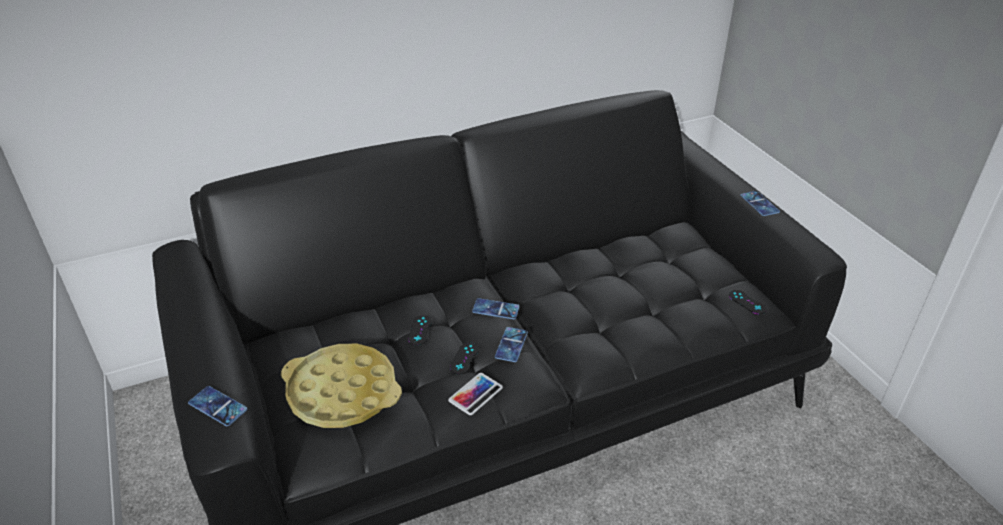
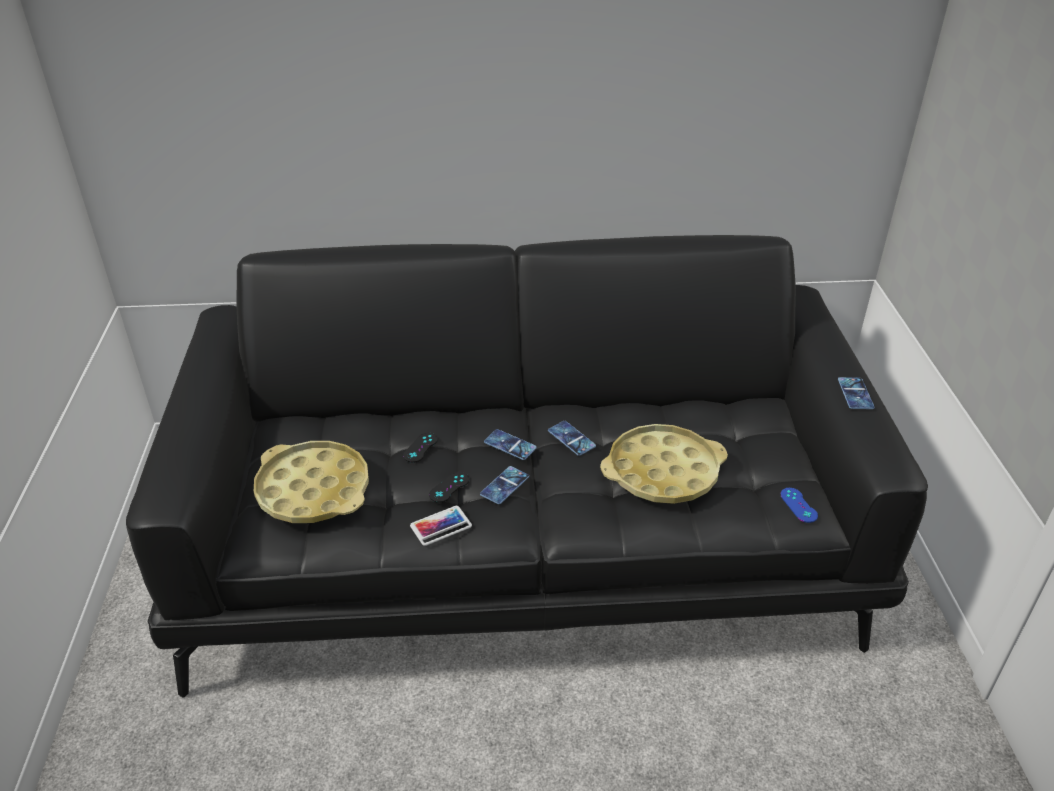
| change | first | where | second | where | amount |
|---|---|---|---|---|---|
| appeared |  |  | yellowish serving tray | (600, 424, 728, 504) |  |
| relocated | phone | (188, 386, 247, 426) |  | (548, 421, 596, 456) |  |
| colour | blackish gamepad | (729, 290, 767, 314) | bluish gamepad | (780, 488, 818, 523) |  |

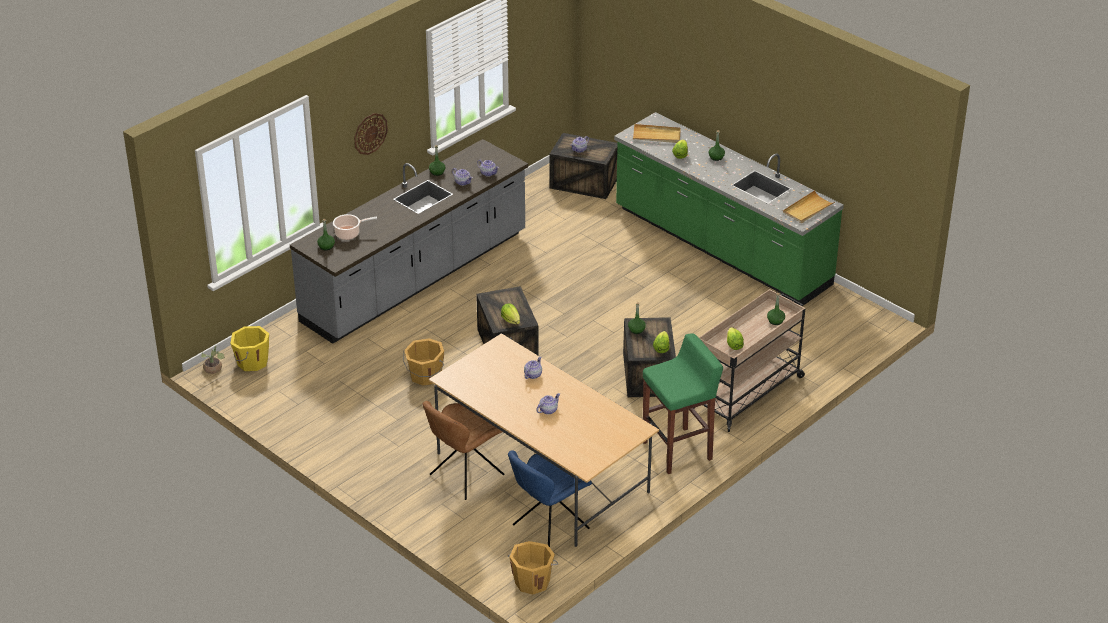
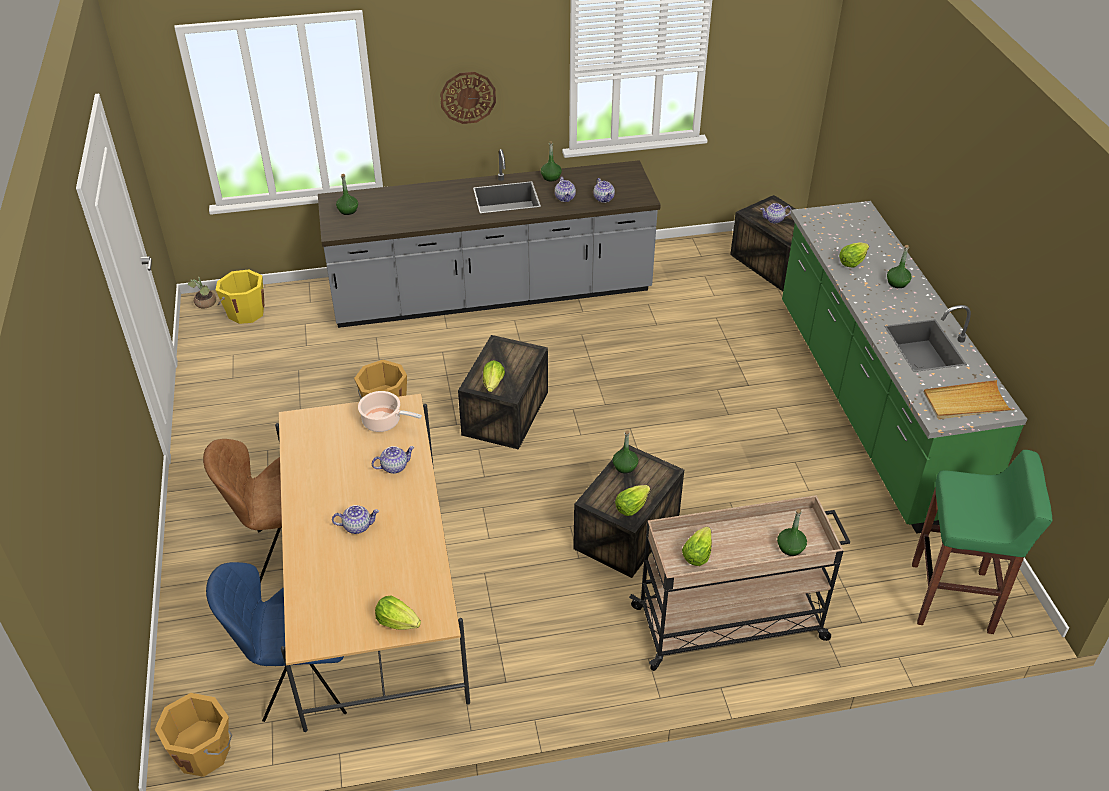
| change | first | where | second | where | amount |
|---|---|---|---|---|---|
| missing | beige-coloured serving tray | (633, 124, 681, 143) |  |  |  |
| appeared |  |  | head of lettuce | (375, 595, 421, 630) |  |
| relocated | cooking pot | (333, 214, 377, 240) |  | (358, 391, 422, 432) |  |
| relocated | green stool | (643, 333, 723, 474) |  | (912, 450, 1052, 634) |  |

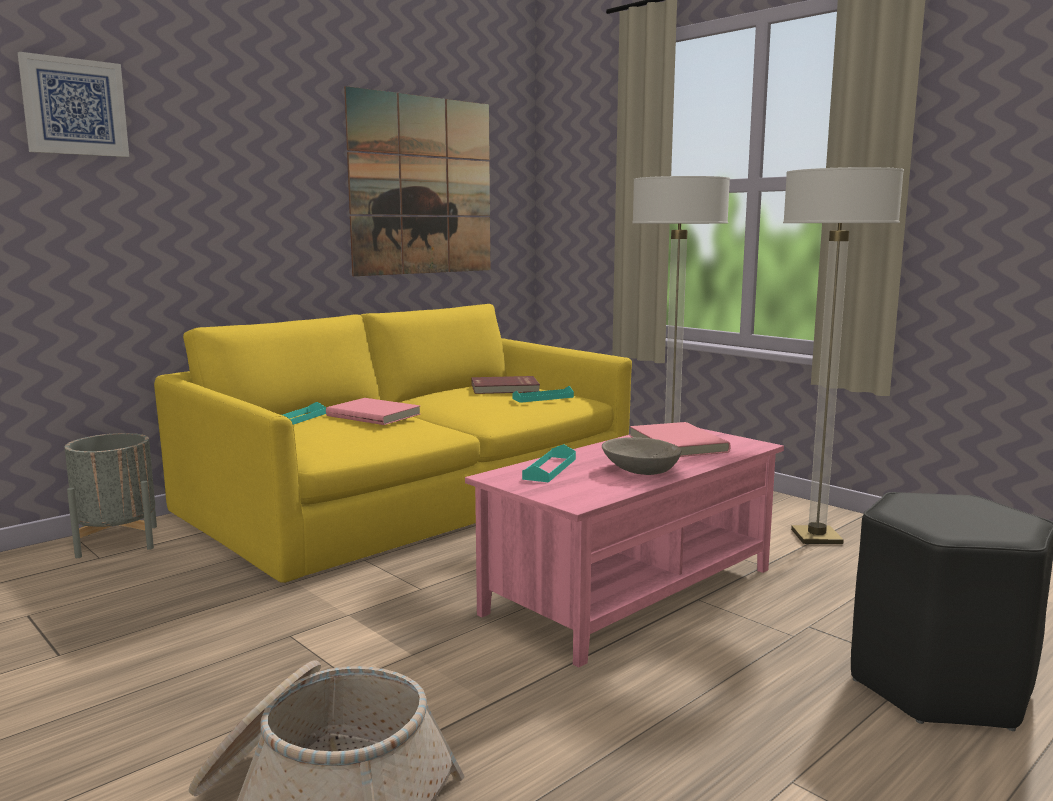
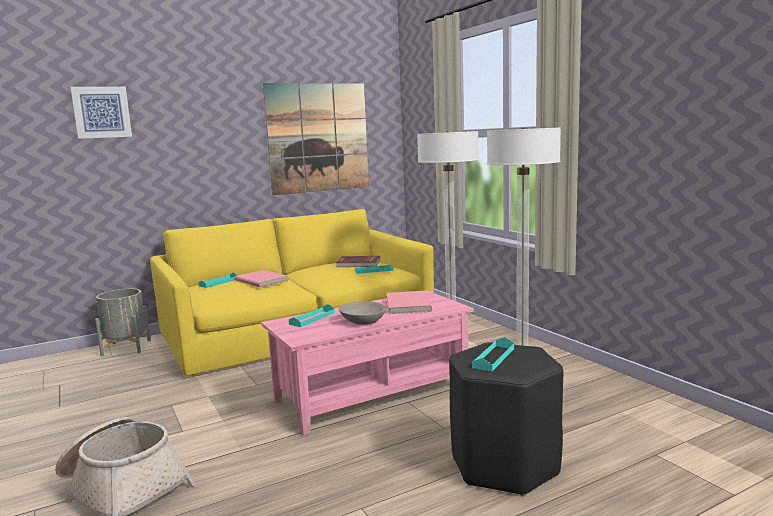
| change | first | where | second | where | amount |
|---|---|---|---|---|---|
| appeared |  |  | turquoise-coloured serving tray | (472, 337, 514, 371) |  |

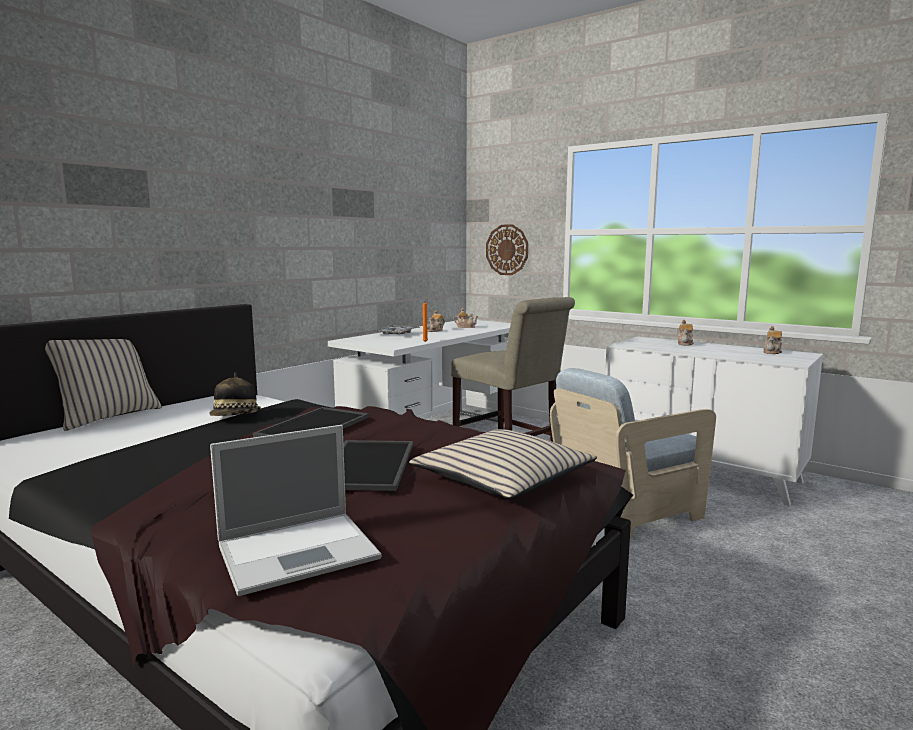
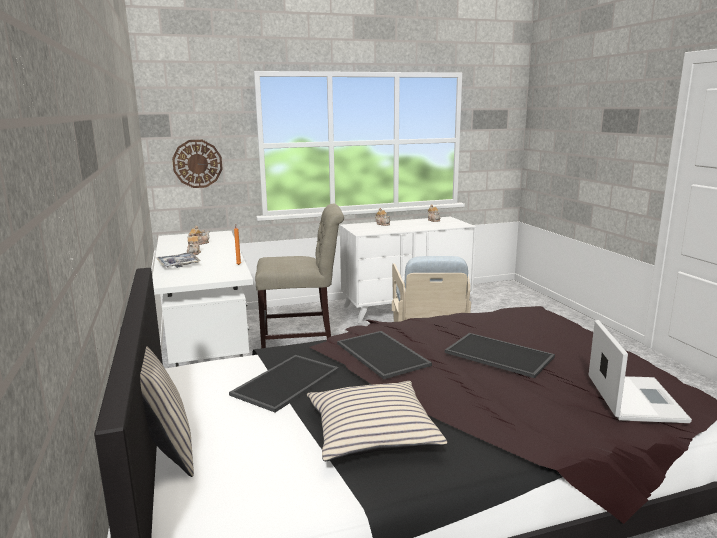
| change | first | where | second | where | amount |
|---|---|---|---|---|---|
| relocated | beige-coloured cushion | (409, 429, 597, 499) |  | (307, 381, 447, 461) |  |
| exchanged | wearable hat | (209, 372, 261, 416) | serving tray | (229, 355, 339, 413) |  |

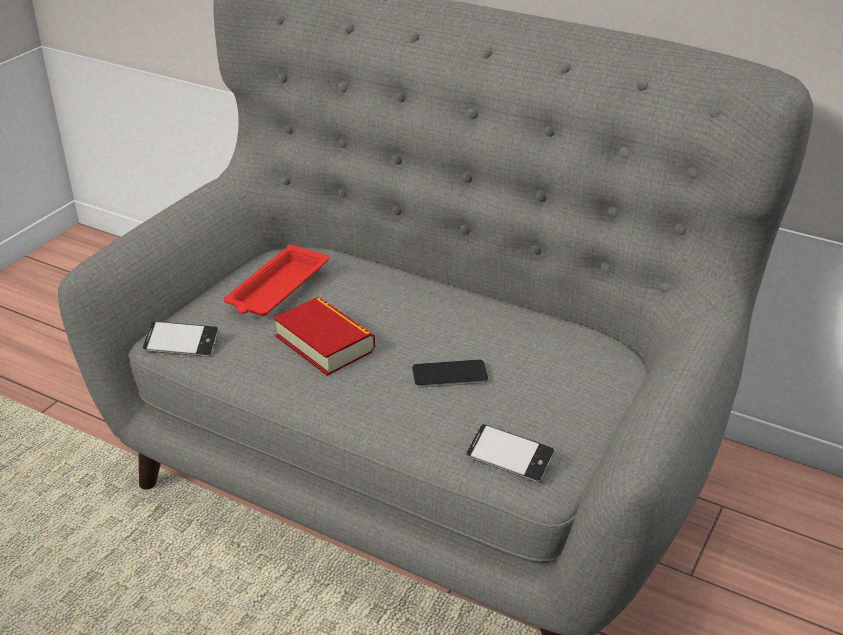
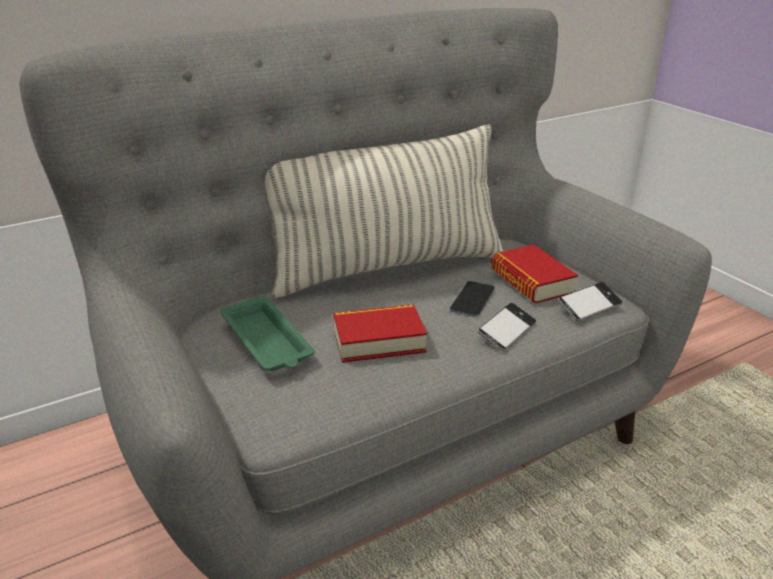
| change | first | where | second | where | amount |
|---|---|---|---|---|---|
| appeared |  |  | cushion | (264, 125, 503, 298) |  |
| appeared |  |  | volume | (491, 244, 578, 303) |  |
| relocated | phone | (143, 321, 219, 357) |  | (477, 303, 536, 351) |  |
| colour | red-coloured serving tray | (224, 244, 329, 316) | green serving tray | (220, 296, 315, 371) |  |

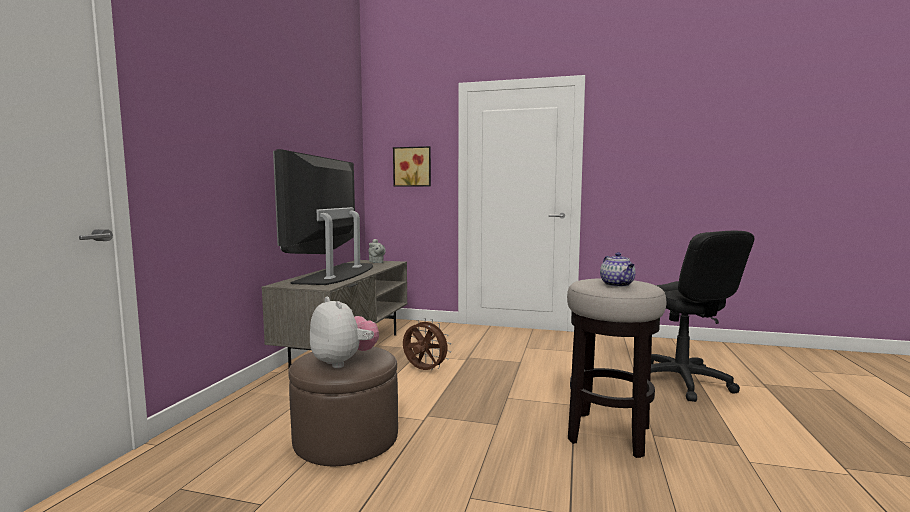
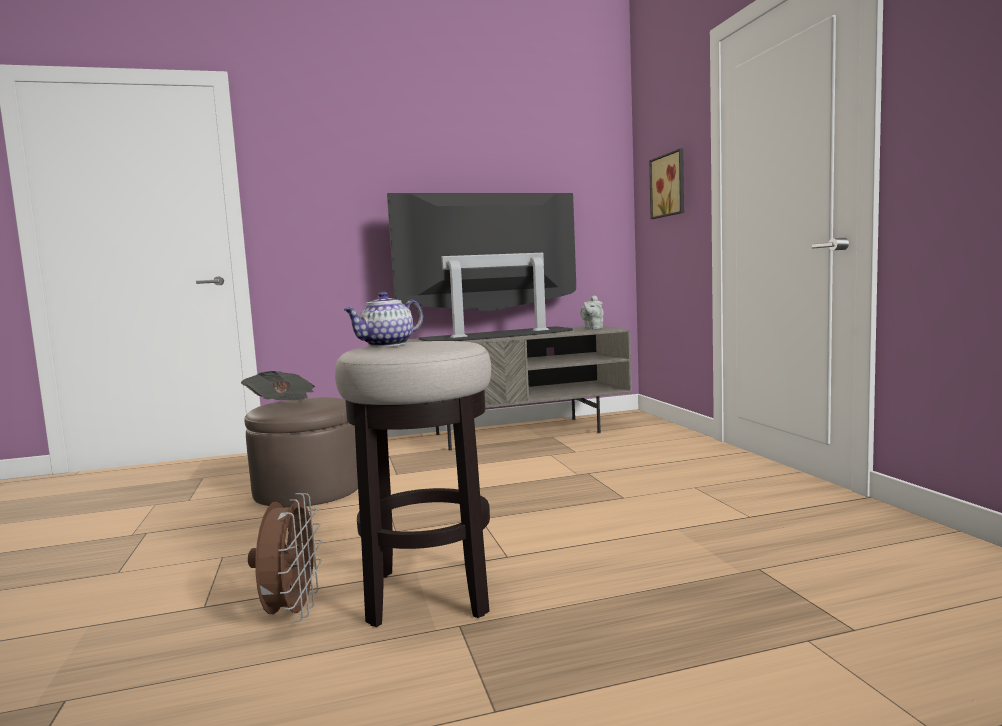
| change | first | where | second | where | amount |
|---|---|---|---|---|---|
| missing | blackish computer chair | (651, 231, 754, 402) |  |  |  |
| relocated | brown cooling fan | (403, 318, 451, 370) |  | (248, 493, 322, 622) |  |
| exchanged | plush toy | (310, 297, 379, 368) | printed paper | (241, 371, 314, 400) |  |

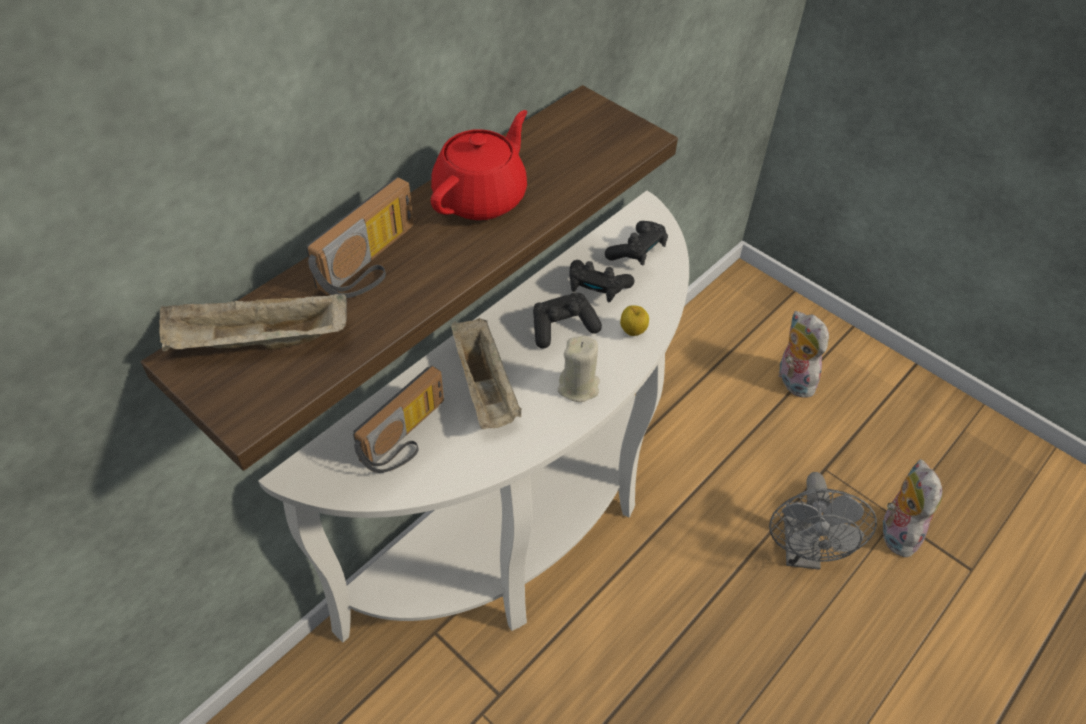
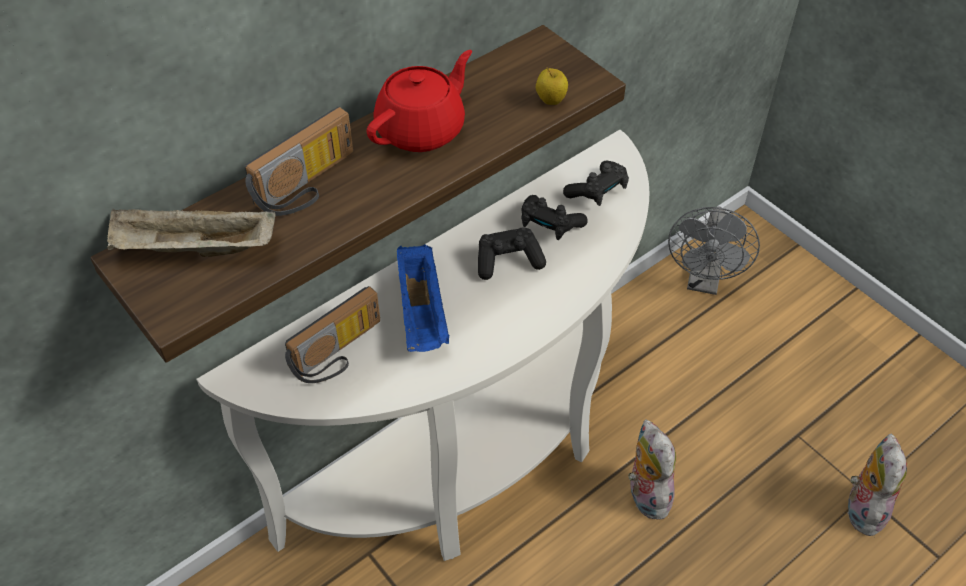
| change | first | where | second | where | amount |
|---|---|---|---|---|---|
| missing | beige-coloured wax candle | (558, 336, 600, 402) |  |  |  |
| relocated | apple | (620, 305, 649, 336) |  | (536, 67, 568, 105) |  |
| relocated | grey cooling fan | (769, 472, 877, 570) |  | (668, 207, 760, 295) |  |
| relocated | plush toy | (779, 311, 829, 398) |  | (628, 419, 676, 520) |  |
| colour | beige-coloured serving tray | (451, 318, 522, 429) | bluish serving tray | (397, 244, 449, 352) |  |

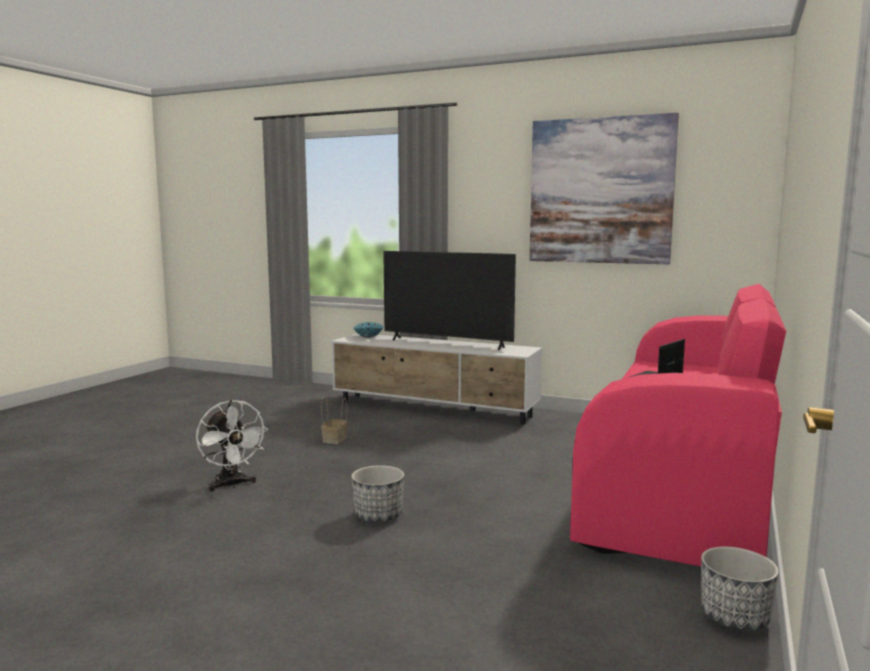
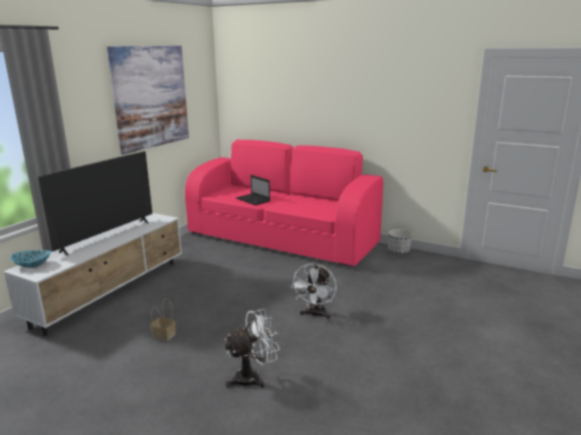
| change | first | where | second | where | amount |
|---|---|---|---|---|---|
| exchanged | planter | (352, 465, 404, 523) | white cooling fan | (291, 264, 337, 319) |  |

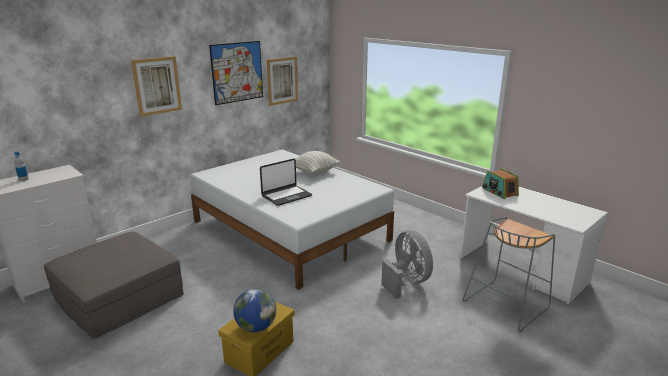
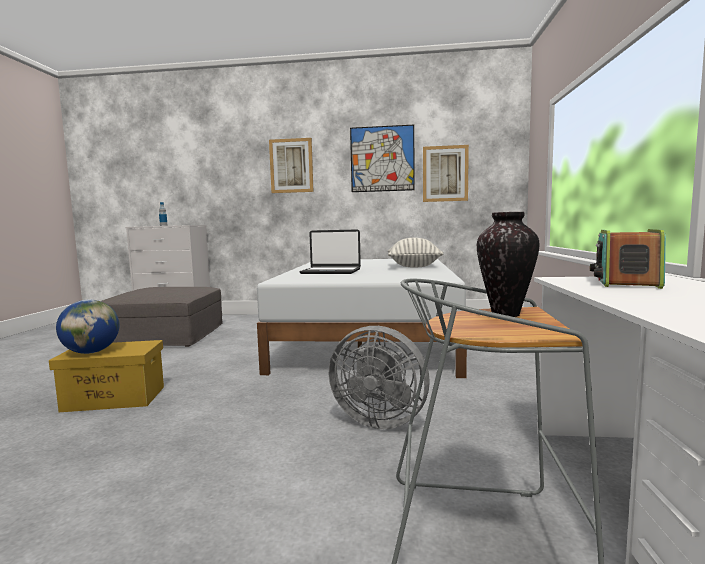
| change | first | where | second | where | amount |
|---|---|---|---|---|---|
| appeared |  |  | decorative vase | (477, 212, 540, 317) |  |
| spun | grey cooling fan | (381, 230, 433, 299) |  | (329, 326, 430, 429) | 90 degrees clockwise |

